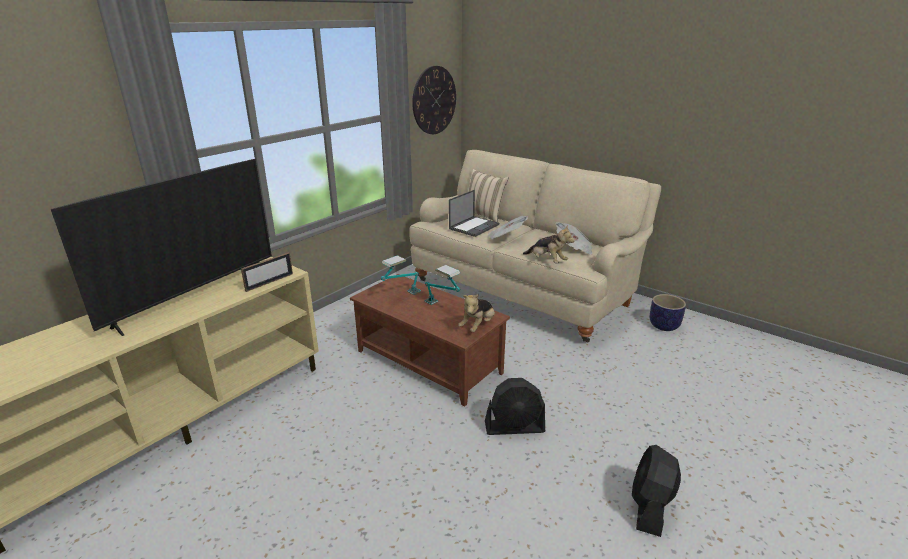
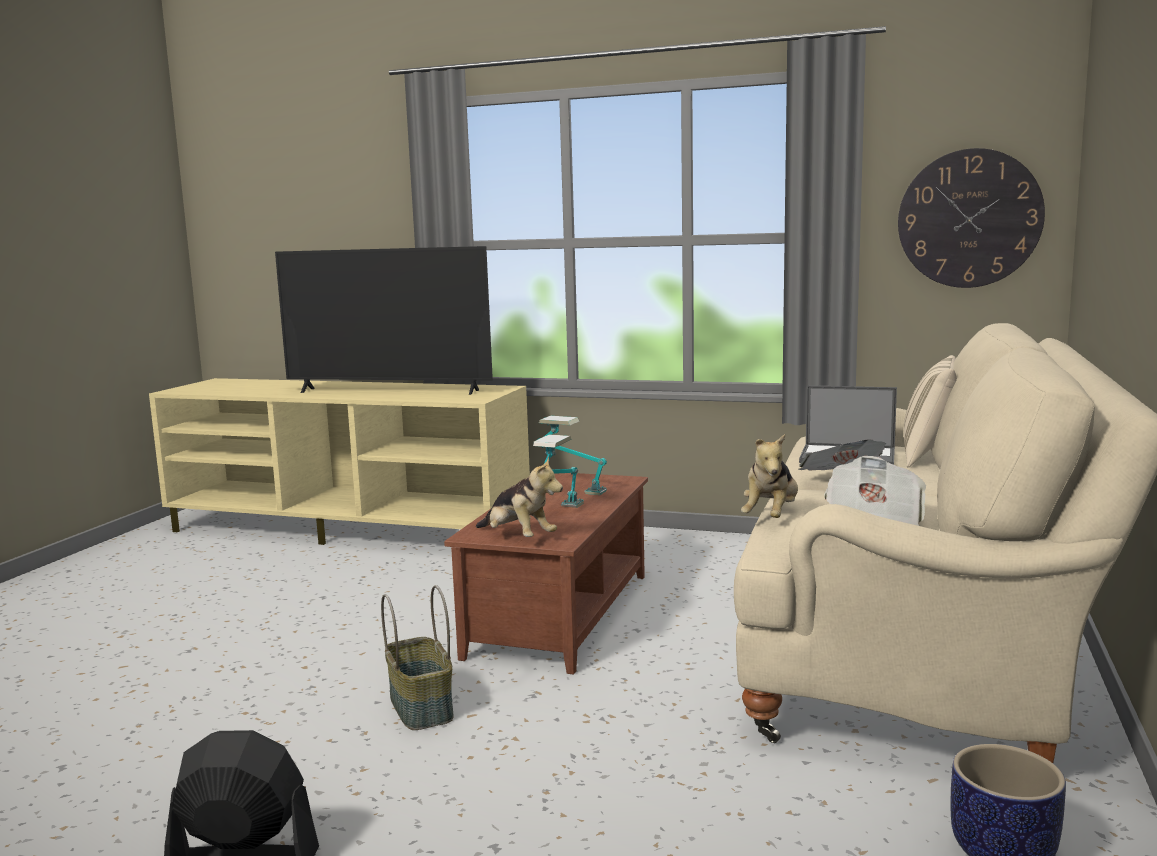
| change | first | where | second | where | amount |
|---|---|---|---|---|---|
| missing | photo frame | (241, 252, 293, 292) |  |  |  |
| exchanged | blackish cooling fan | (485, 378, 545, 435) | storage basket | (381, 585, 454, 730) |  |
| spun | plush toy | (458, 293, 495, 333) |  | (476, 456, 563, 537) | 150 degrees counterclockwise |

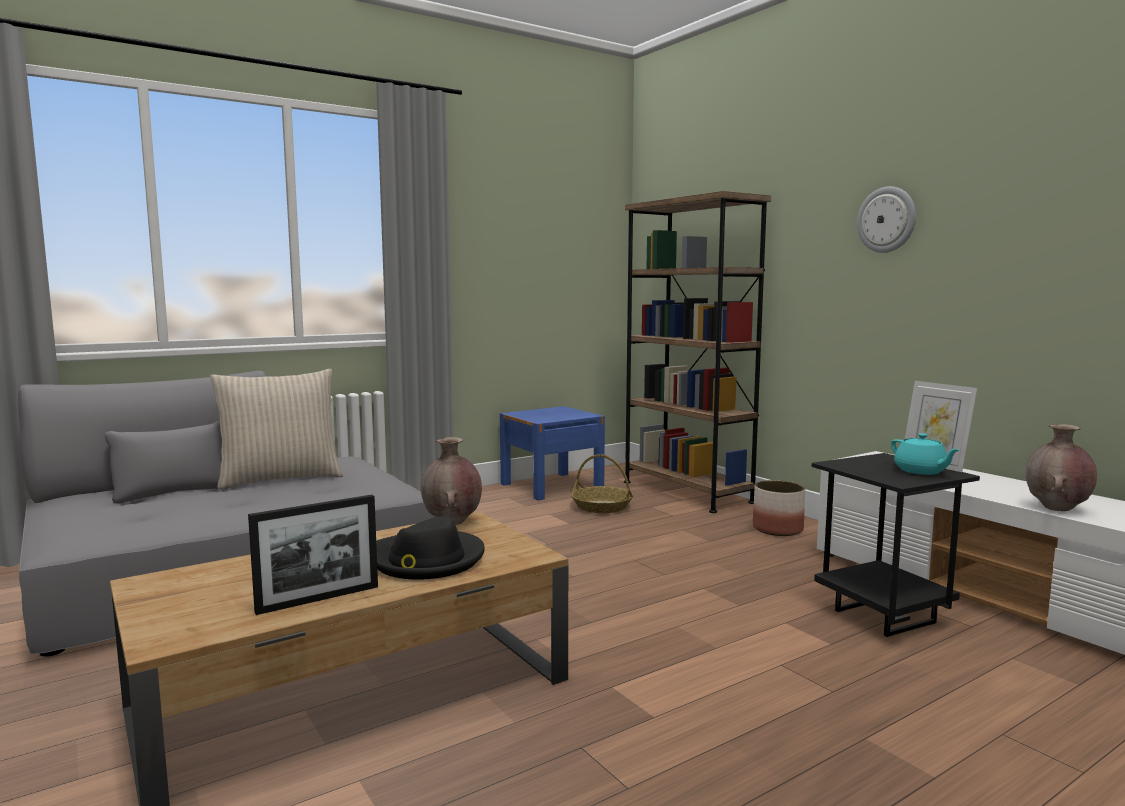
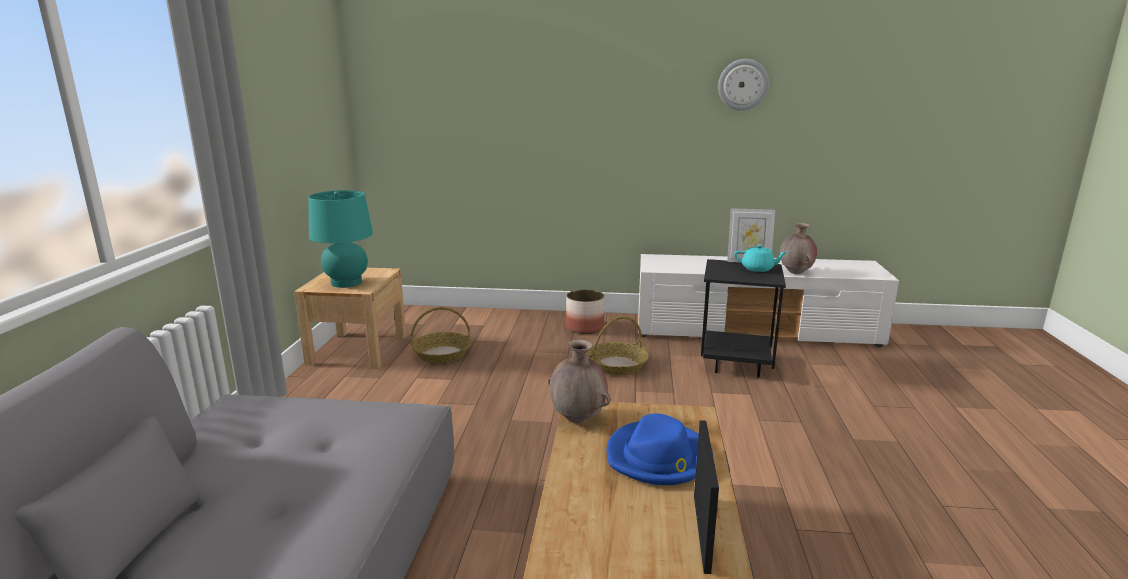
| change | first | where | second | where | amount |
|---|---|---|---|---|---|
| missing | beige-coloured cushion | (210, 369, 343, 489) |  |  |  |
| missing | brown shelving unit | (624, 191, 771, 513) |  |  |  |
| appeared |  |  | turquoise-coloured tabletop lamp | (309, 190, 373, 288) |  |
| appeared |  |  | storage basket | (588, 316, 649, 375) |  |
| relocated | clock on the wall | (857, 186, 916, 253) |  | (718, 59, 769, 111) |  |
| colour | blackish wearable hat | (376, 516, 485, 580) | bluish wearable hat | (607, 414, 713, 485) |  |
| colour | bluish bedside table | (500, 406, 605, 500) | beige-coloured bedside table | (294, 268, 406, 369) |  |

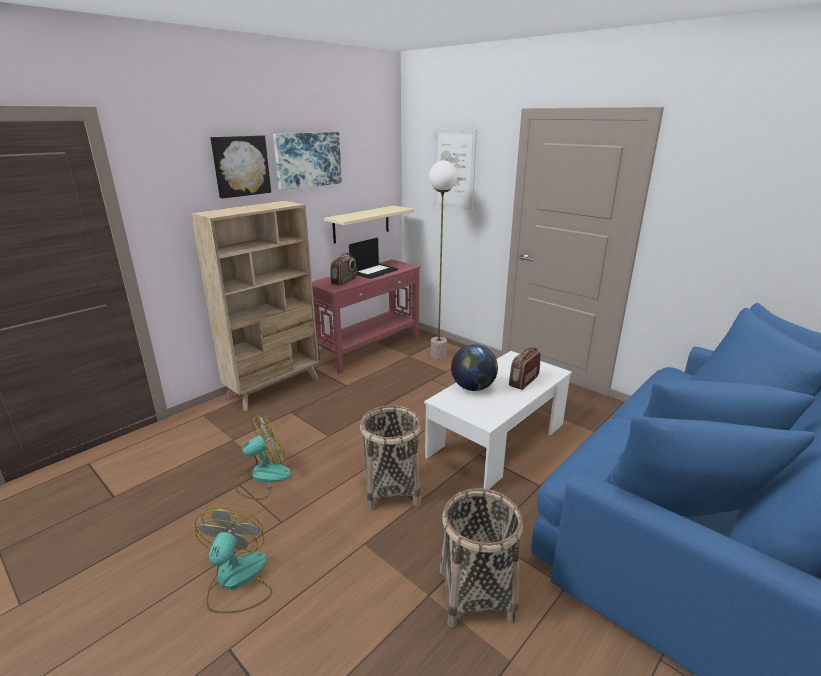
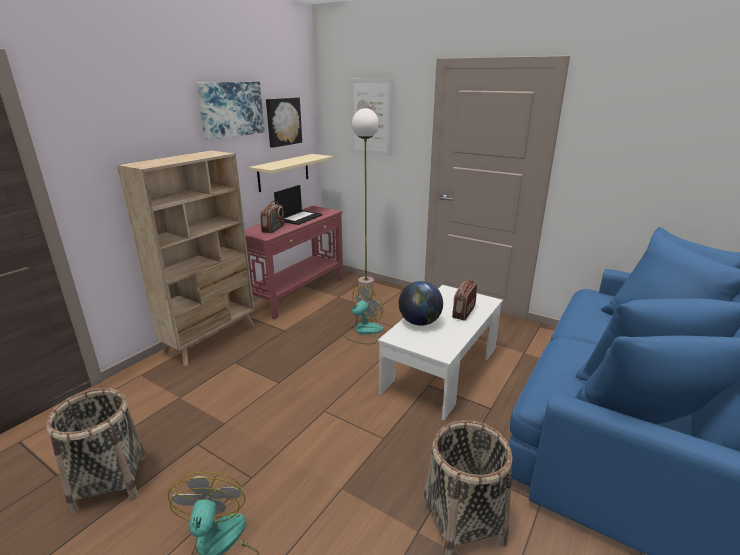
| change | first | where | second | where | amount |
|---|---|---|---|---|---|
| relocated | picture | (210, 135, 271, 198) |  | (266, 97, 302, 148) |  |
| relocated | cooling fan | (232, 415, 292, 500) |  | (344, 286, 384, 344) |  |
| relocated | storage basket | (360, 405, 421, 510) |  | (46, 388, 147, 514) |  |

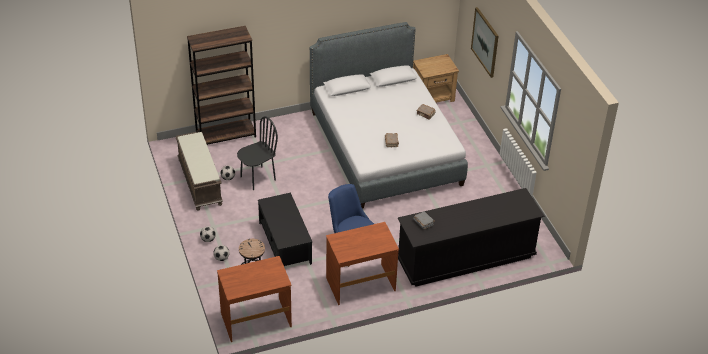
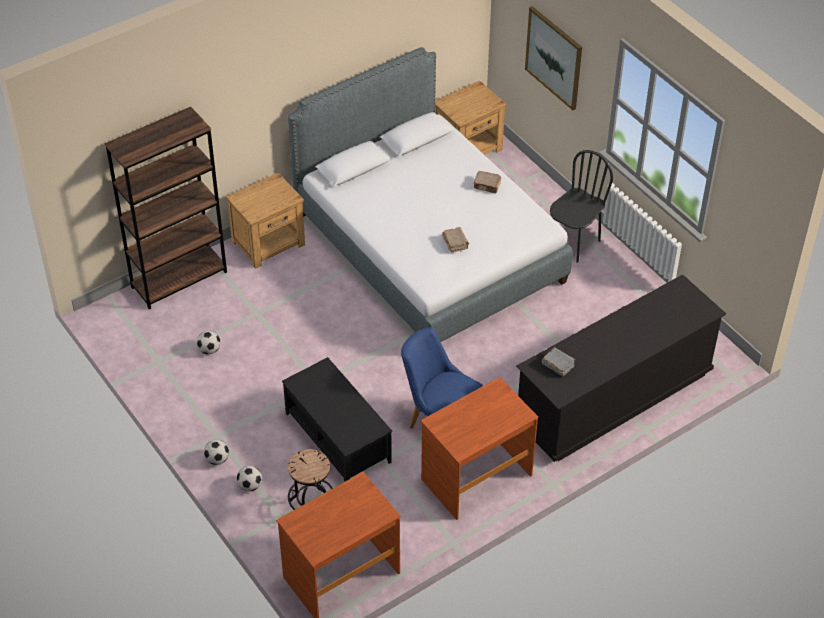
| change | first | where | second | where | amount |
|---|---|---|---|---|---|
| missing | brown indoor bench | (176, 132, 223, 211) |  |  |  |
| appeared |  |  | brown bedside table | (226, 173, 305, 269) |  |
| relocated | blackish upright chair | (237, 116, 278, 190) |  | (550, 150, 613, 263) |  |

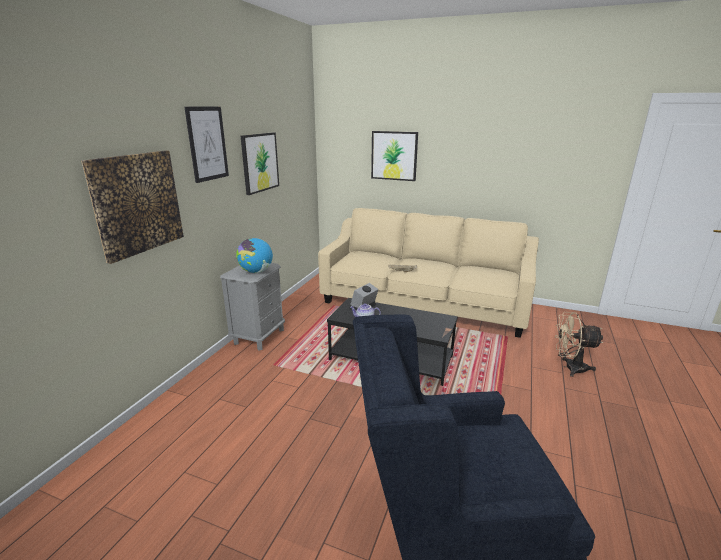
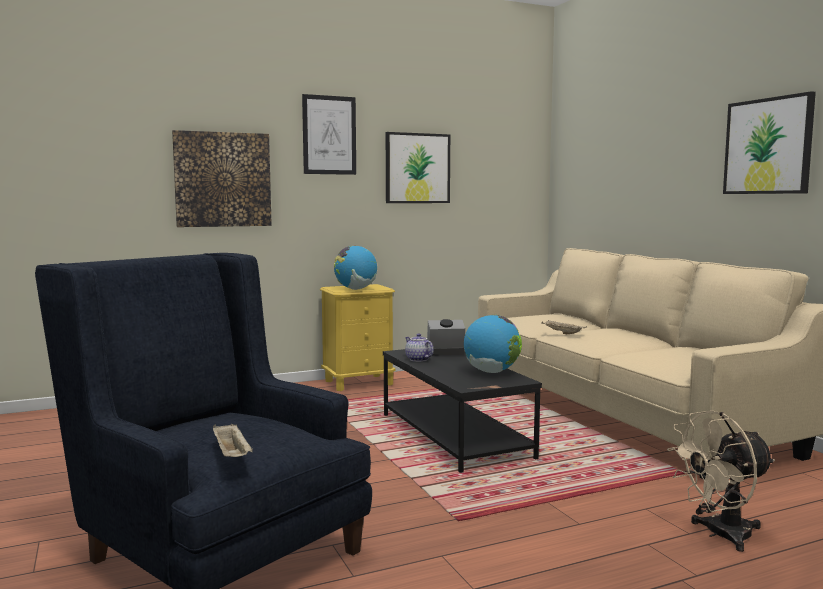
| change | first | where | second | where | amount |
|---|---|---|---|---|---|
| appeared |  |  | beige-coloured serving tray | (213, 424, 253, 457) |  |
| appeared |  |  | desk globe | (464, 315, 522, 373) |  |
| relocated | picture | (371, 131, 418, 181) |  | (723, 91, 816, 194) |  |
| colour | grey bedside table | (220, 263, 285, 351) | yellowish bedside table | (320, 284, 396, 391) |  |
| spun | beige-coloured cooling fan | (555, 312, 603, 377) |  | (667, 410, 775, 552) | 75 degrees counterclockwise |

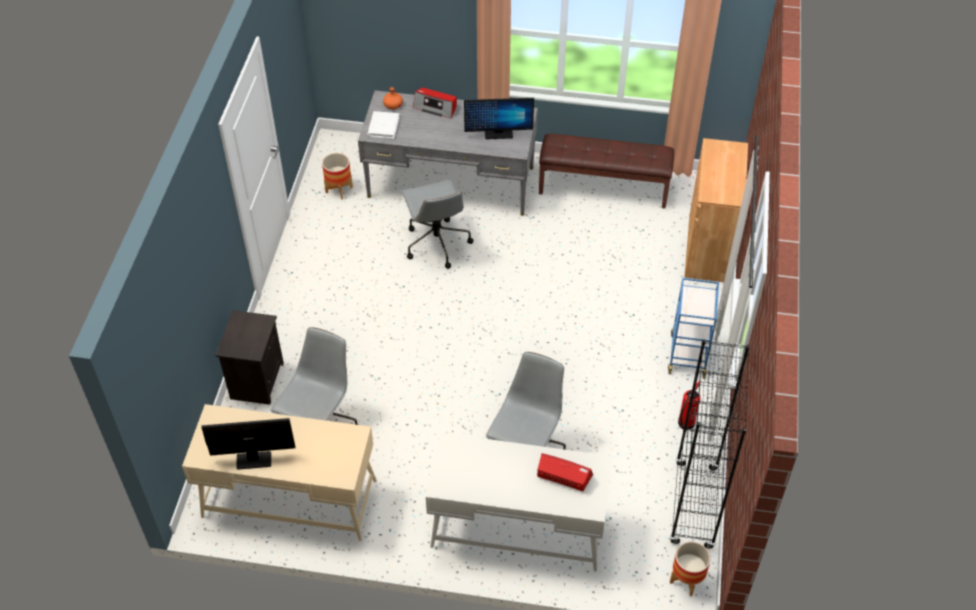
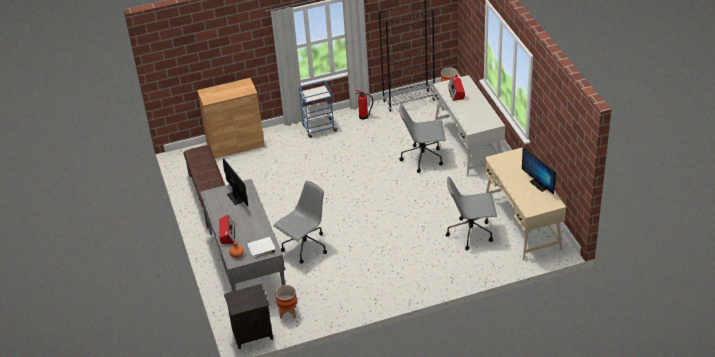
| change | first | where | second | where | amount |
|---|---|---|---|---|---|
| relocated | blackish bedside table | (215, 310, 284, 405) |  | (224, 284, 273, 349) |  |

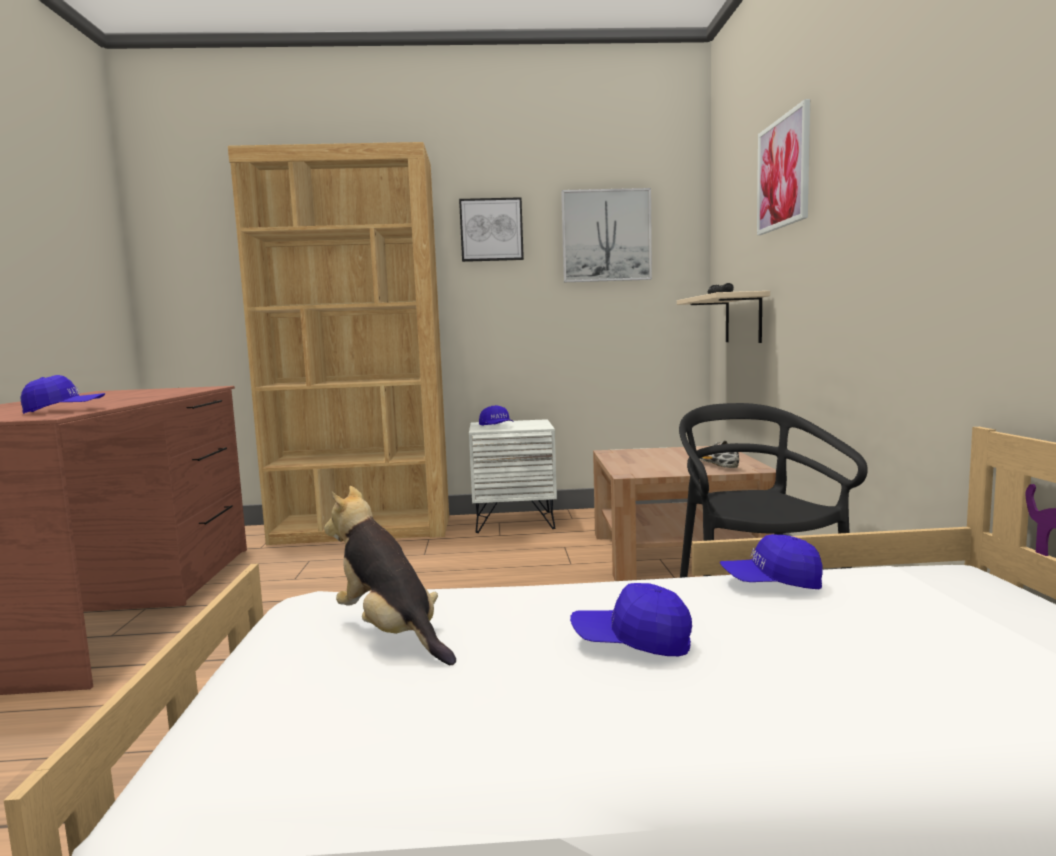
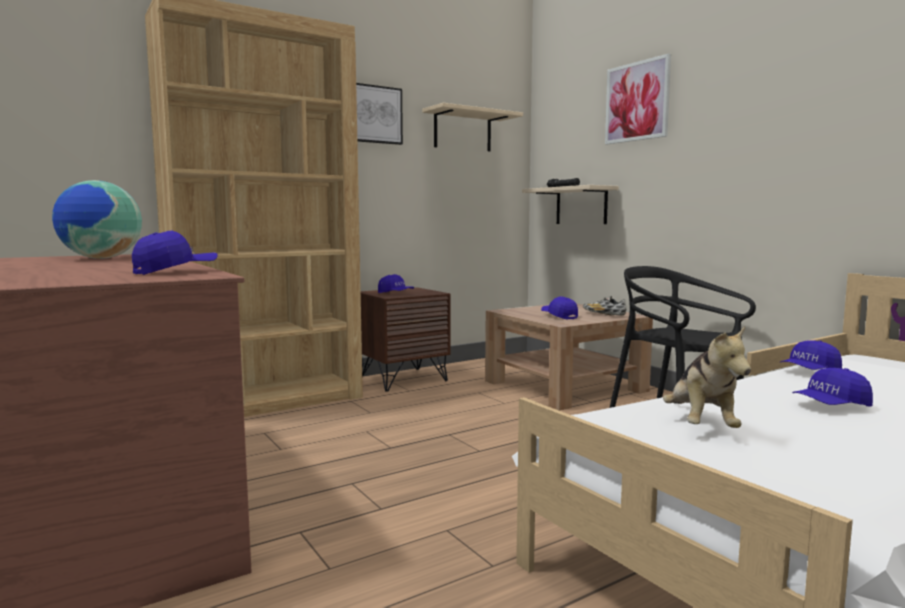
| change | first | where | second | where | amount |
|---|---|---|---|---|---|
| appeared |  |  | desk globe | (52, 180, 142, 259) |  |
| appeared |  |  | bluish peaked cap | (541, 296, 578, 320) |  |
| exchanged | picture | (561, 188, 652, 282) | beige-coloured bracket shelf | (422, 103, 523, 151) |  |
| colour | white bedside table | (469, 419, 557, 533) | brown bedside table | (361, 287, 451, 391) |  |
| spun | plush toy | (324, 486, 456, 665) |  | (663, 326, 751, 428) | 105 degrees counterclockwise |

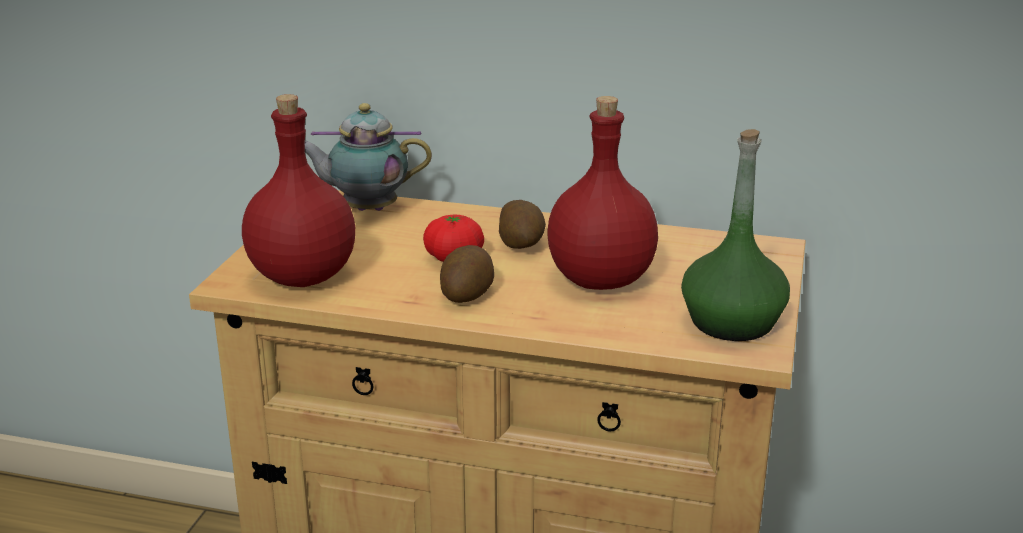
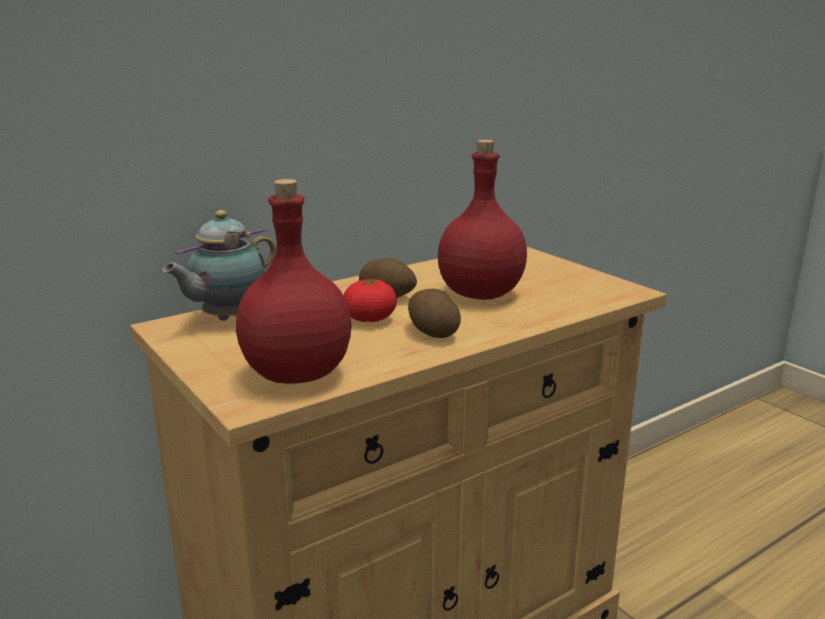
| change | first | where | second | where | amount |
|---|---|---|---|---|---|
| missing | green drink bottle | (681, 129, 790, 341) |  |  |  |

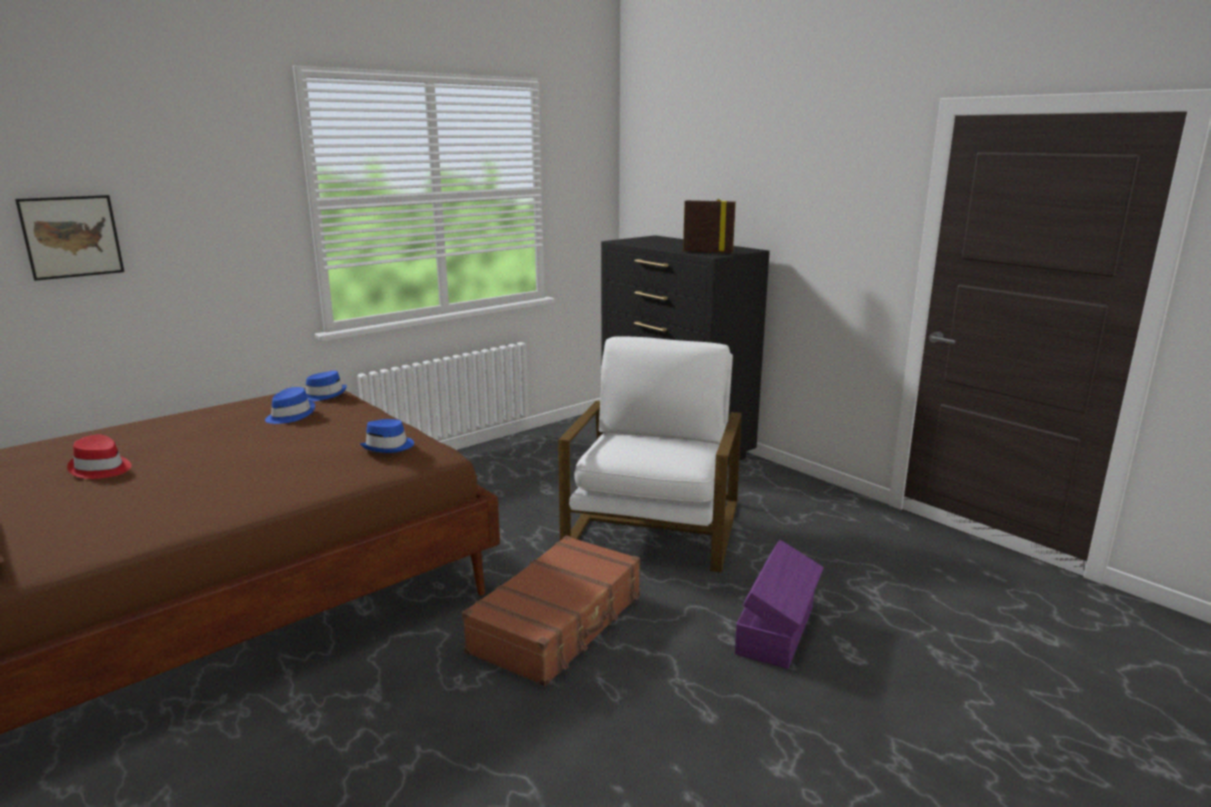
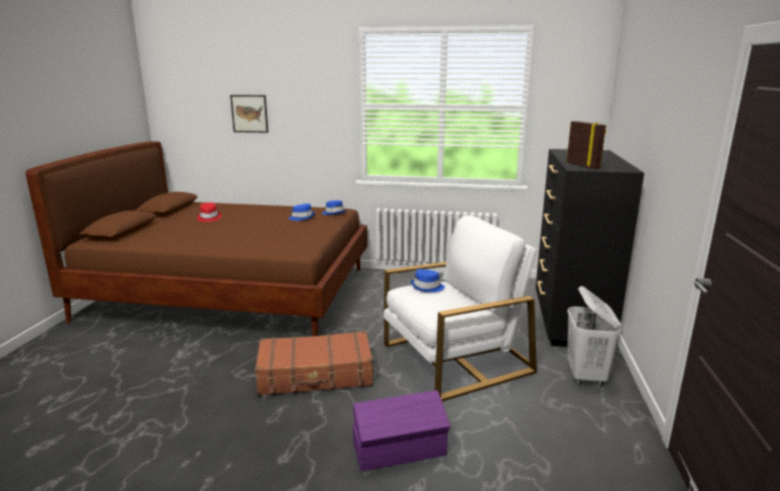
| change | first | where | second | where | amount |
|---|---|---|---|---|---|
| appeared |  |  | white laundry basket | (567, 286, 622, 387) |  |
| relocated | bluish wearable hat | (360, 419, 414, 453) |  | (411, 269, 445, 292) |  |

